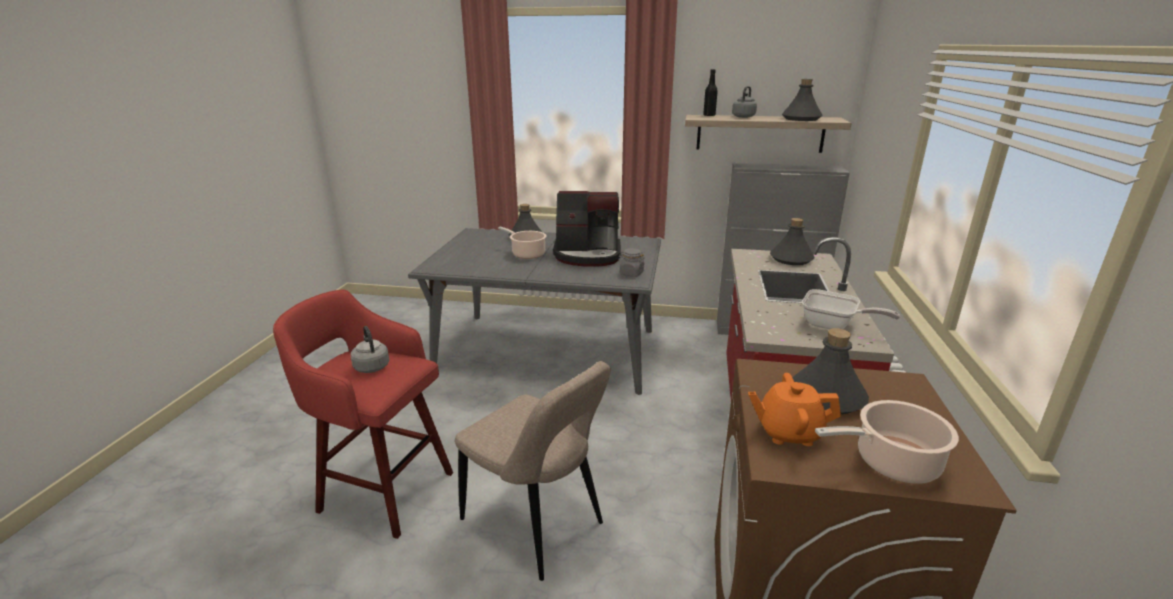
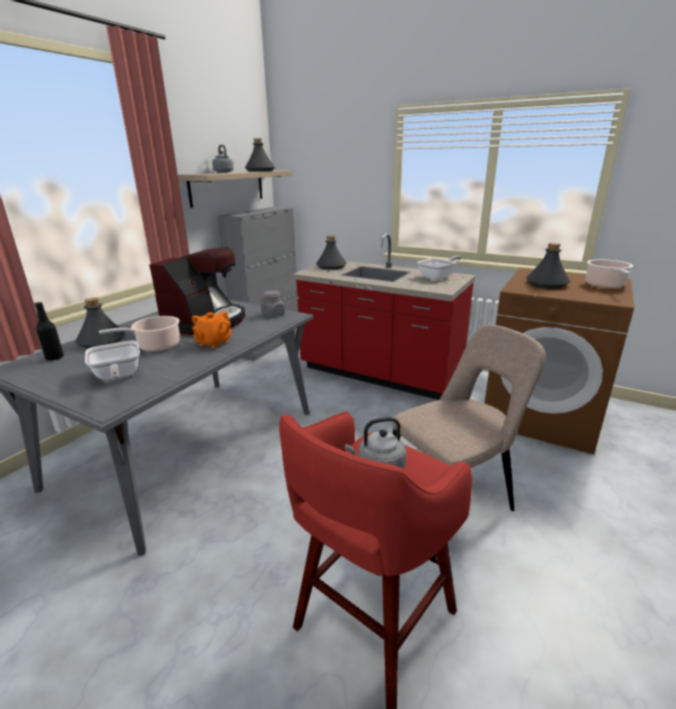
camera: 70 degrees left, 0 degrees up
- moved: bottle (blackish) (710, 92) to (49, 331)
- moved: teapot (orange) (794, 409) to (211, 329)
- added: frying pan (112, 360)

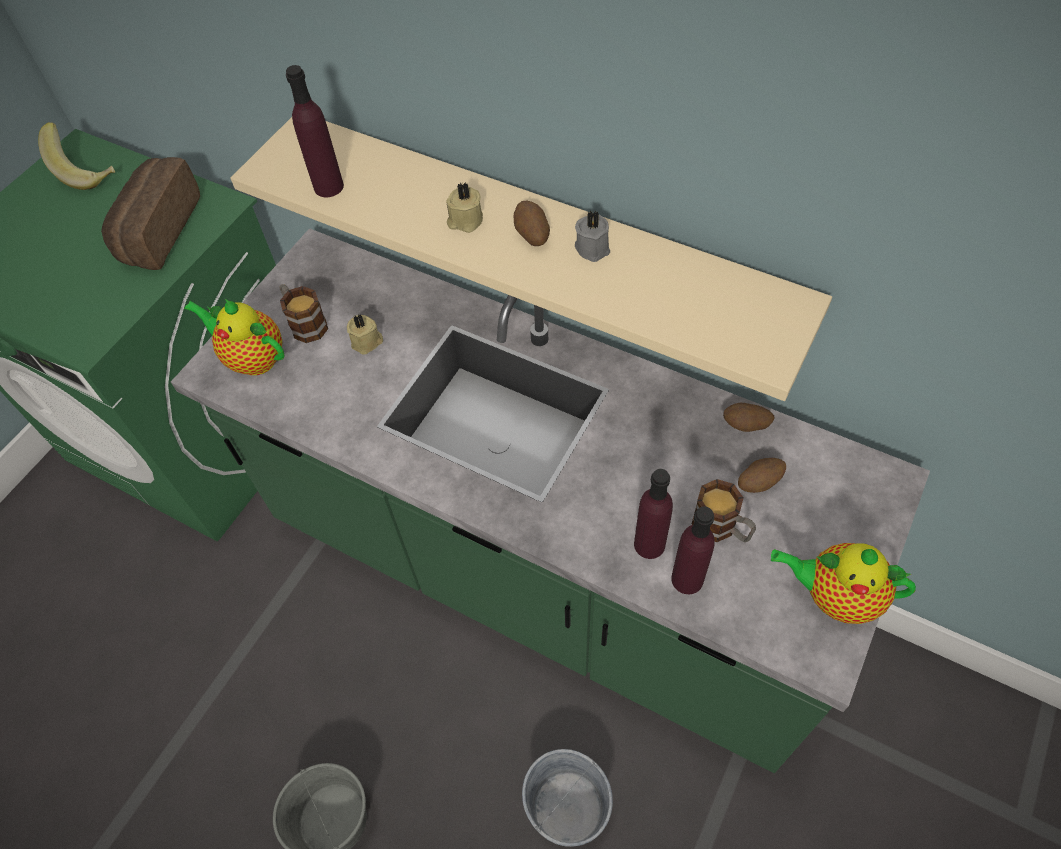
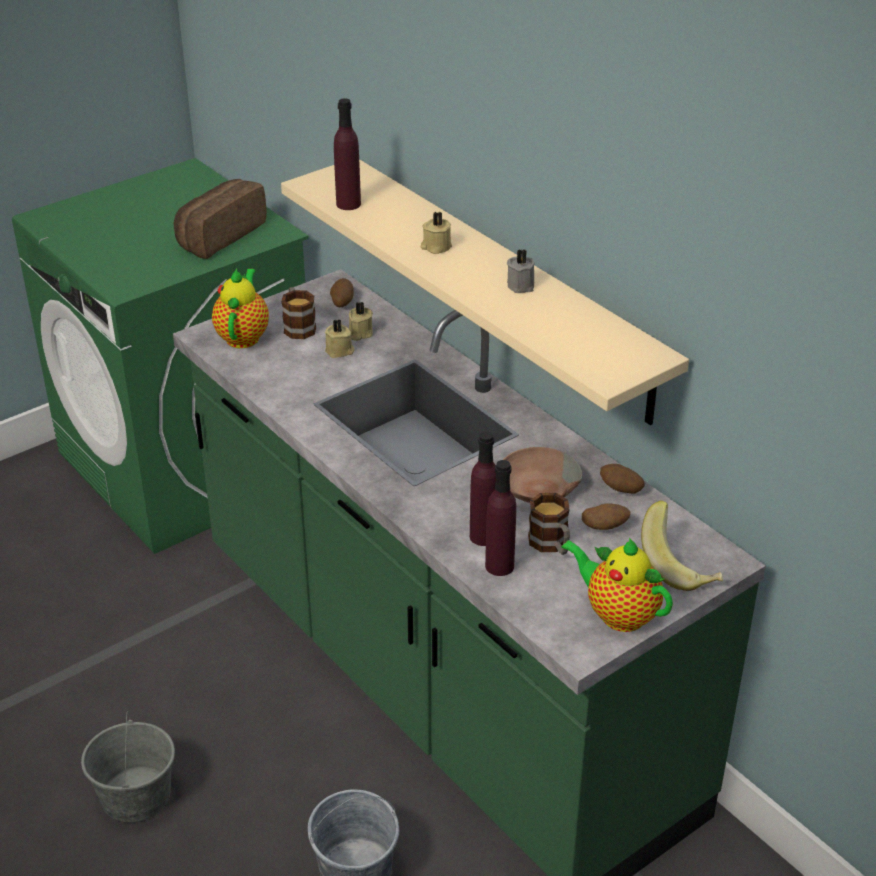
camera: 20 degrees right, 20 degrees down
- moved: banana (76, 156) to (682, 545)
- moved: spud (532, 223) to (342, 292)
- turned: teapot (234, 337) = (240, 308) 45 degrees clockwise
- added: wax candle (beige) (361, 321)
- added: bowl (brown-coloured) (543, 475)

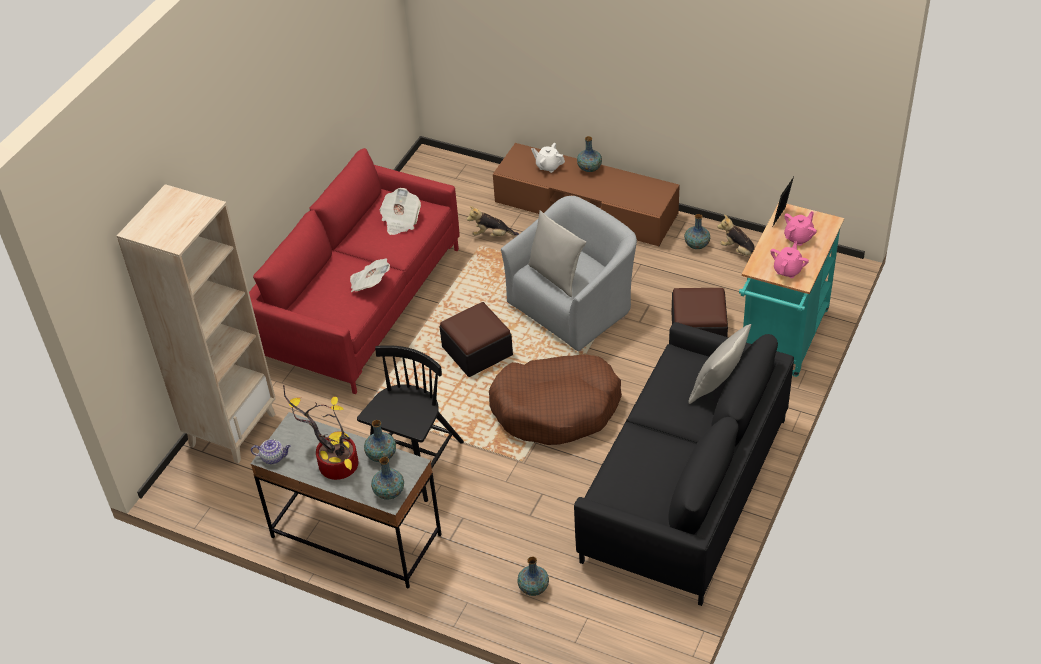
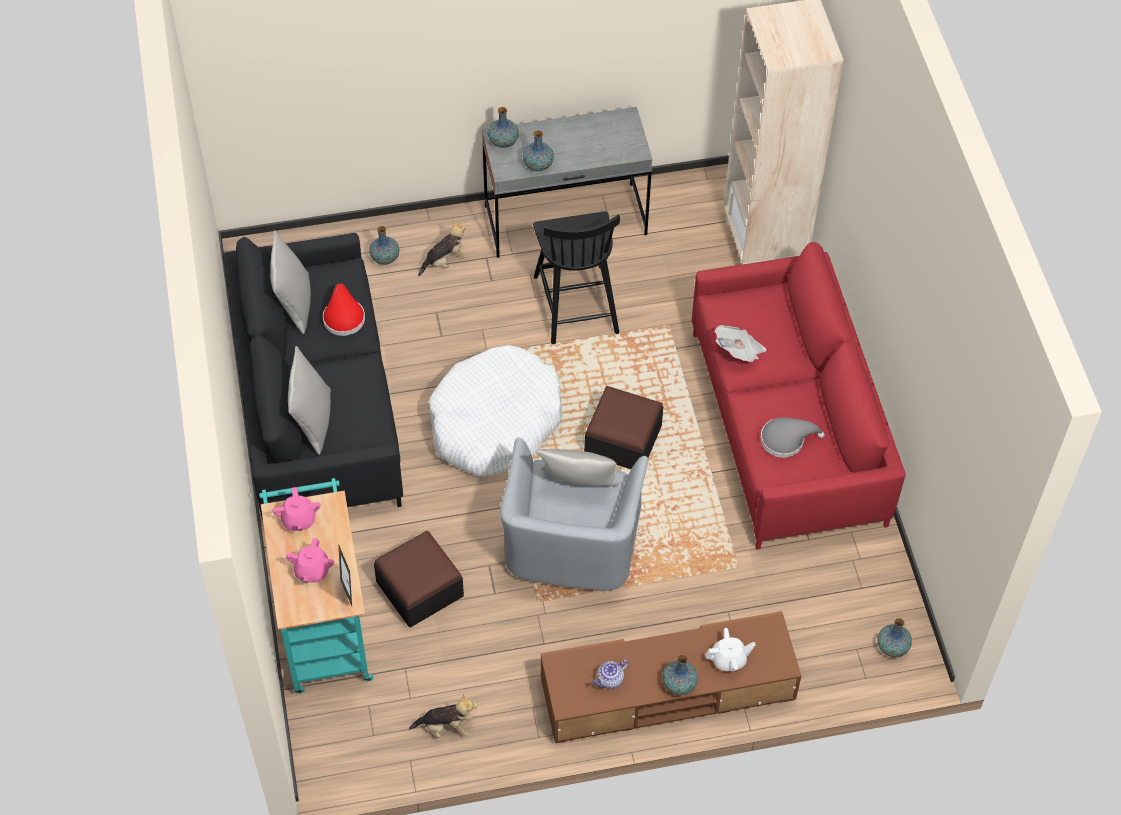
camera: 140 degrees right, 10 degrees up
- replaced: newspaper (400, 211) to clothing hat (grey) (792, 437)
- moved: soft toy (493, 221) to (442, 248)
- moved: decorative vase (697, 231) to (894, 637)
- recoloured: pet bed (brown-coloured) (555, 399) to pet bed (whitish) (495, 411)
- removed: plant in a pot (321, 432)
- moved: teapot (271, 451) to (610, 674)
- added: cushion (grey) (290, 282)
- added: clothing hat (red) (344, 309)

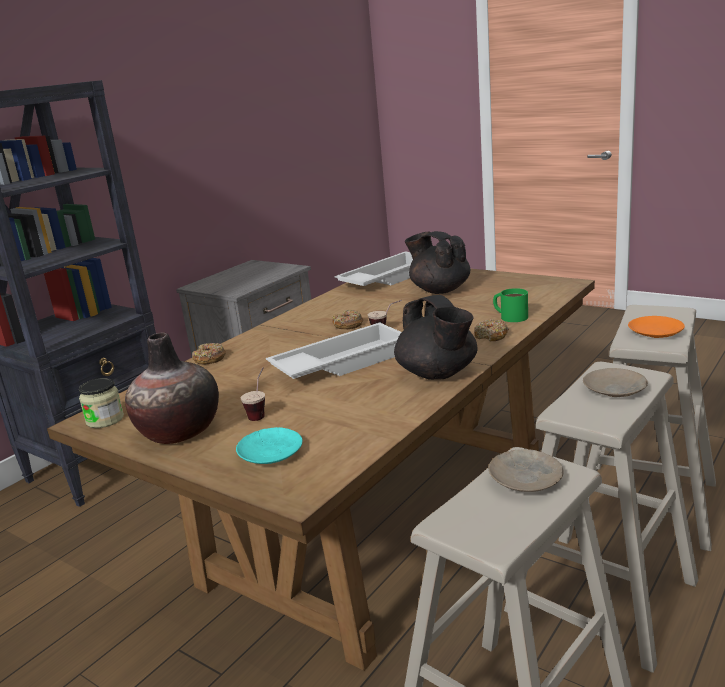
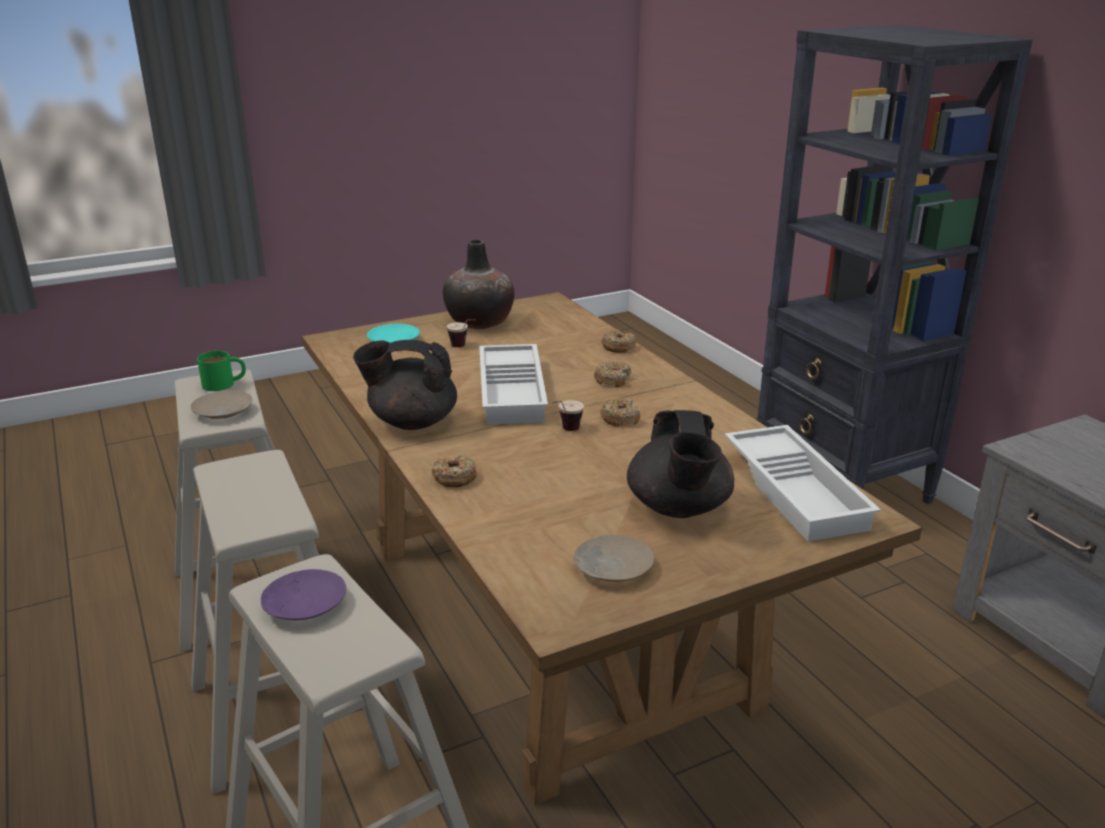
camera: 115 degrees right, 5 degrees up
- turned: teapot (blackish) (437, 262) = (680, 464) 105 degrees clockwise
- moved: tea mug (green-coloured) (510, 305) to (221, 371)
- recoloured: flat dish (orange) (656, 327) to flat dish (purple-coloured) (303, 594)
- moved: flat dish (beige) (615, 382) to (614, 558)
- removed: storage jar (101, 403)
- added: ring doughnut (612, 374)

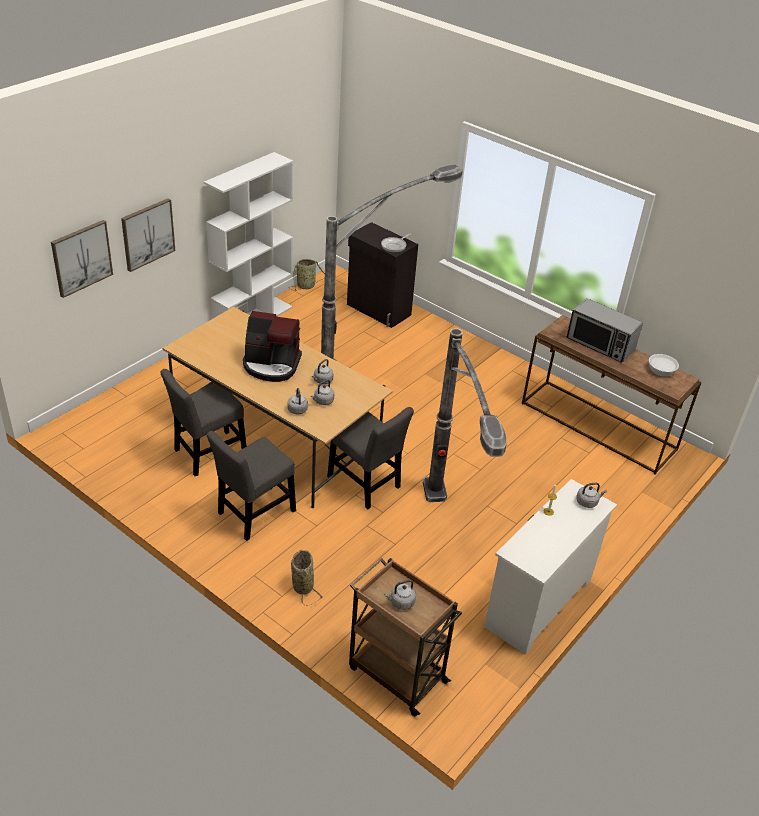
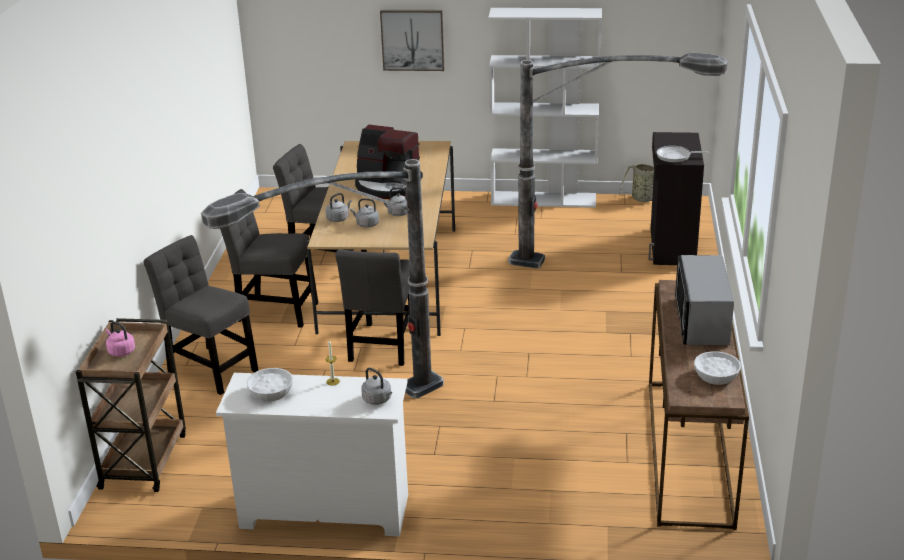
camera: 60 degrees right, 10 degrees down
- removed: wall art (82, 259)
- turned: coffee brewer (272, 346) = (389, 162) 45 degrees counterclockwise
- replaced: storage basket (307, 577) to chair (grey) (201, 315)
- recoloured: tea kettle (grey) (400, 595) to tea kettle (pink-coloured) (120, 339)
- added: bowl (whitish) (269, 385)

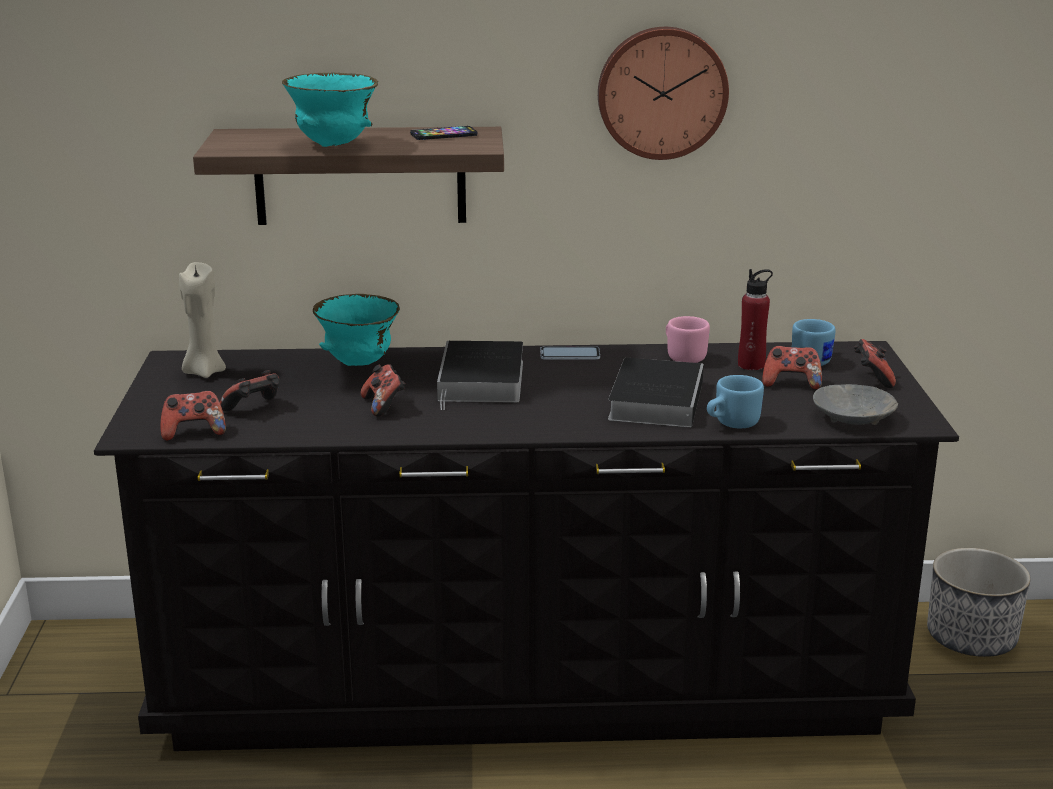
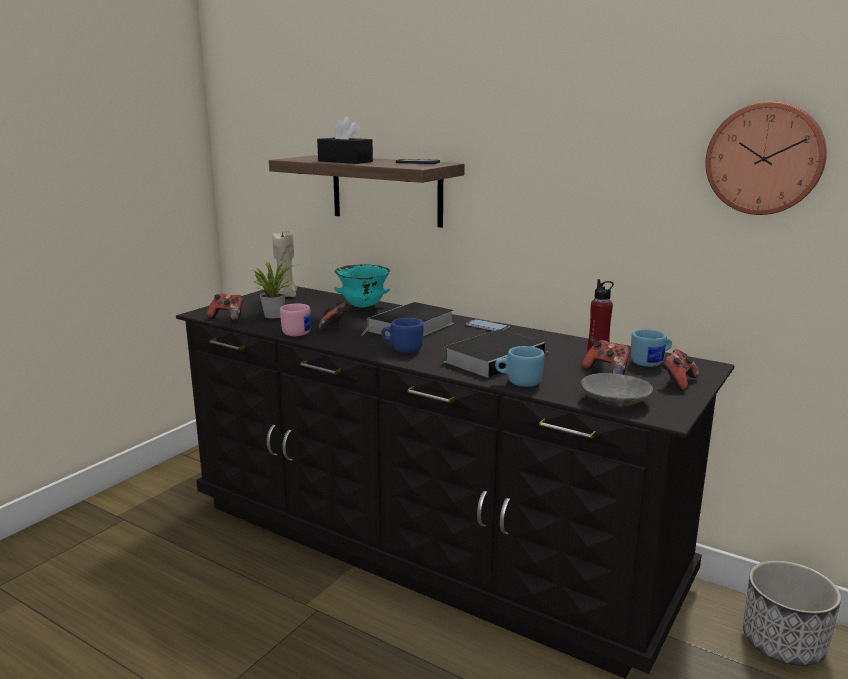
camera: 35 degrees right, 5 degrees down
- moved: wall clock (663, 93) to (766, 158)
- replaced: bowl (turquoise-coloured) (330, 110) to tissue box (blackish) (345, 140)
- moved: tea mug (pink-coloured) (688, 339) to (295, 319)
- replaced: joypad (250, 390) to plant in a pot (276, 288)
- added: tea mug (blue) (402, 335)

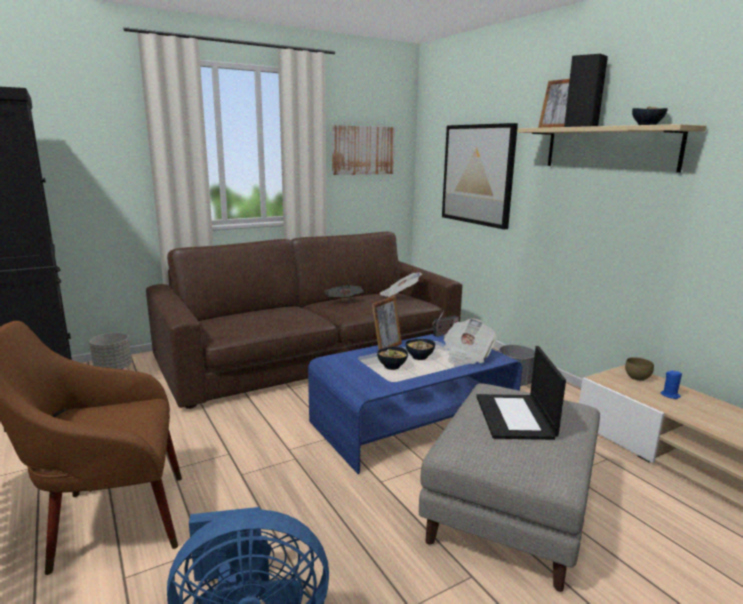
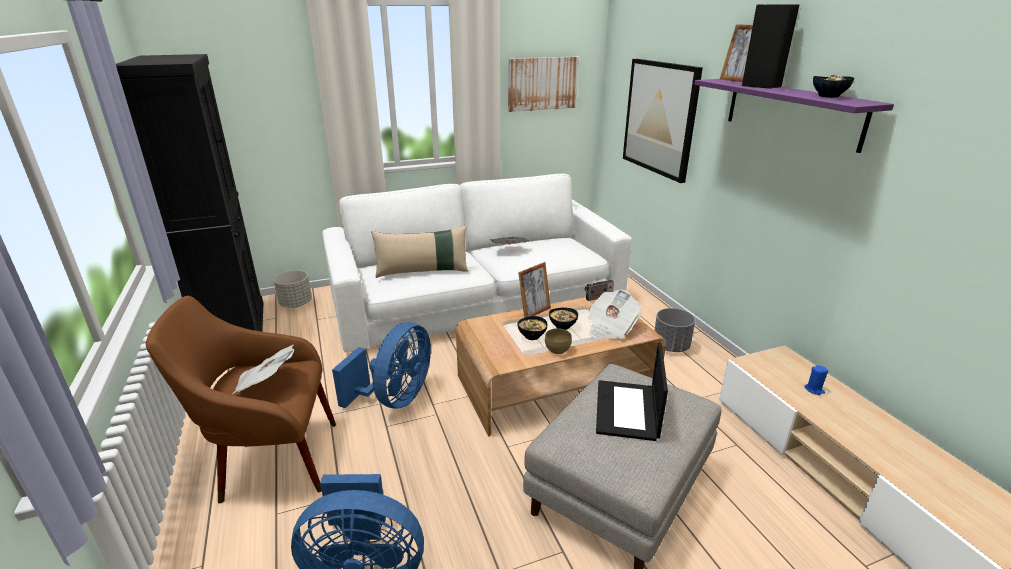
camera: 10 degrees right, 10 degrees up
- recoloured: shelf (beige) (611, 148) to shelf (purple-coloured) (794, 116)
- recoloured: settee (brown-coloured) (304, 320) to settee (whitish) (477, 263)
- moved: newspaper (401, 284) to (263, 369)
- recoloured: lounge table (blue) (415, 404) to lounge table (brown-coloured) (561, 367)
- moved: bowl (brown-coloured) (639, 369) to (558, 341)
- added: cushion (beige) (419, 252)
- added: electric fan (blue) (381, 365)

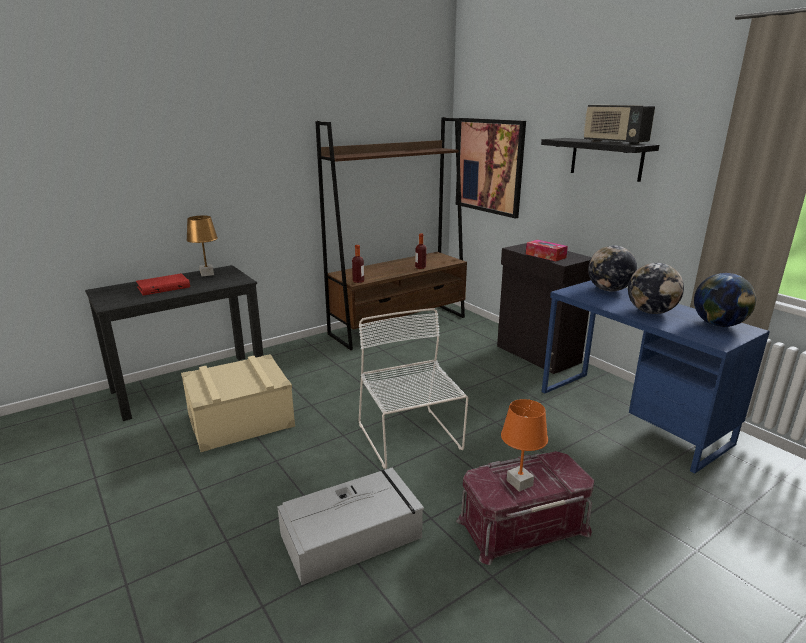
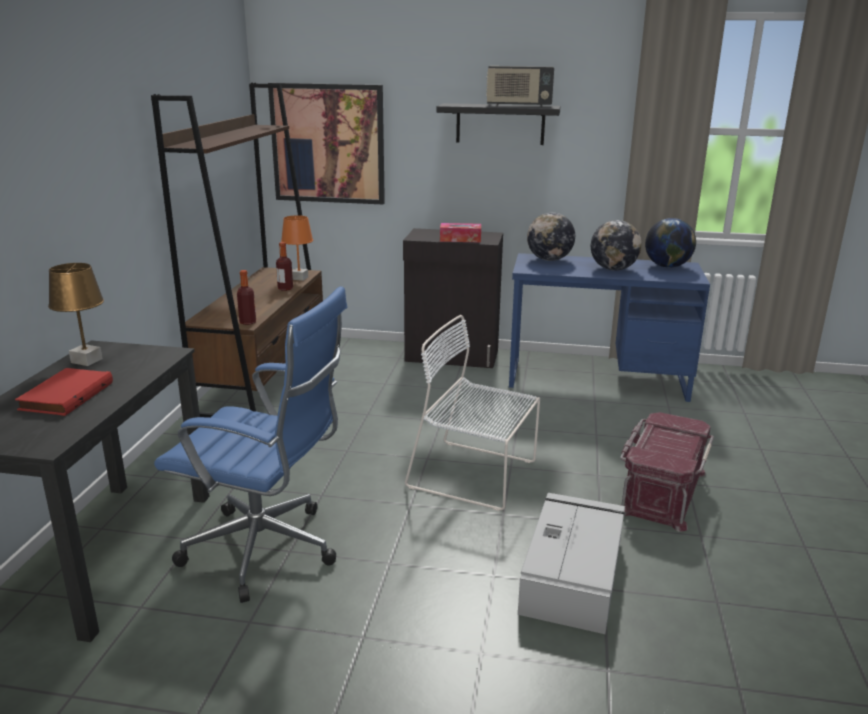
camera: 45 degrees left, 0 degrees up
- replaced: storage container (beige) (238, 403) to desk chair (blue) (250, 444)
- moved: table lamp (orange) (524, 445) to (297, 248)

